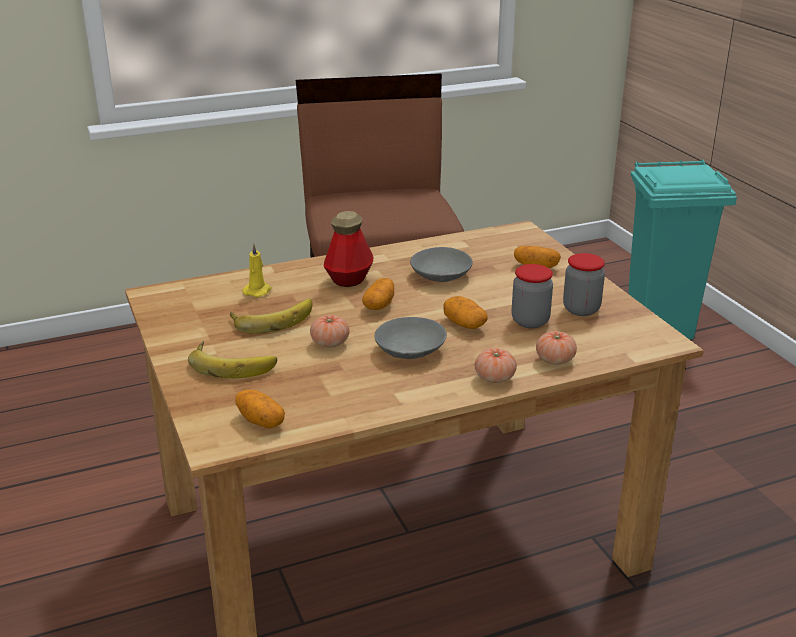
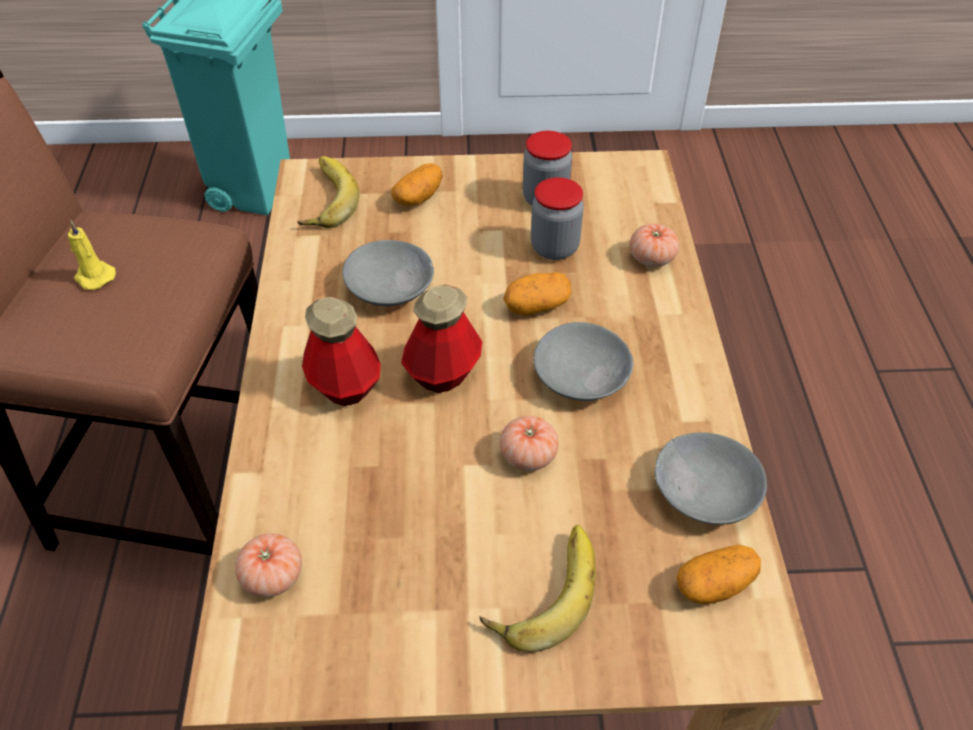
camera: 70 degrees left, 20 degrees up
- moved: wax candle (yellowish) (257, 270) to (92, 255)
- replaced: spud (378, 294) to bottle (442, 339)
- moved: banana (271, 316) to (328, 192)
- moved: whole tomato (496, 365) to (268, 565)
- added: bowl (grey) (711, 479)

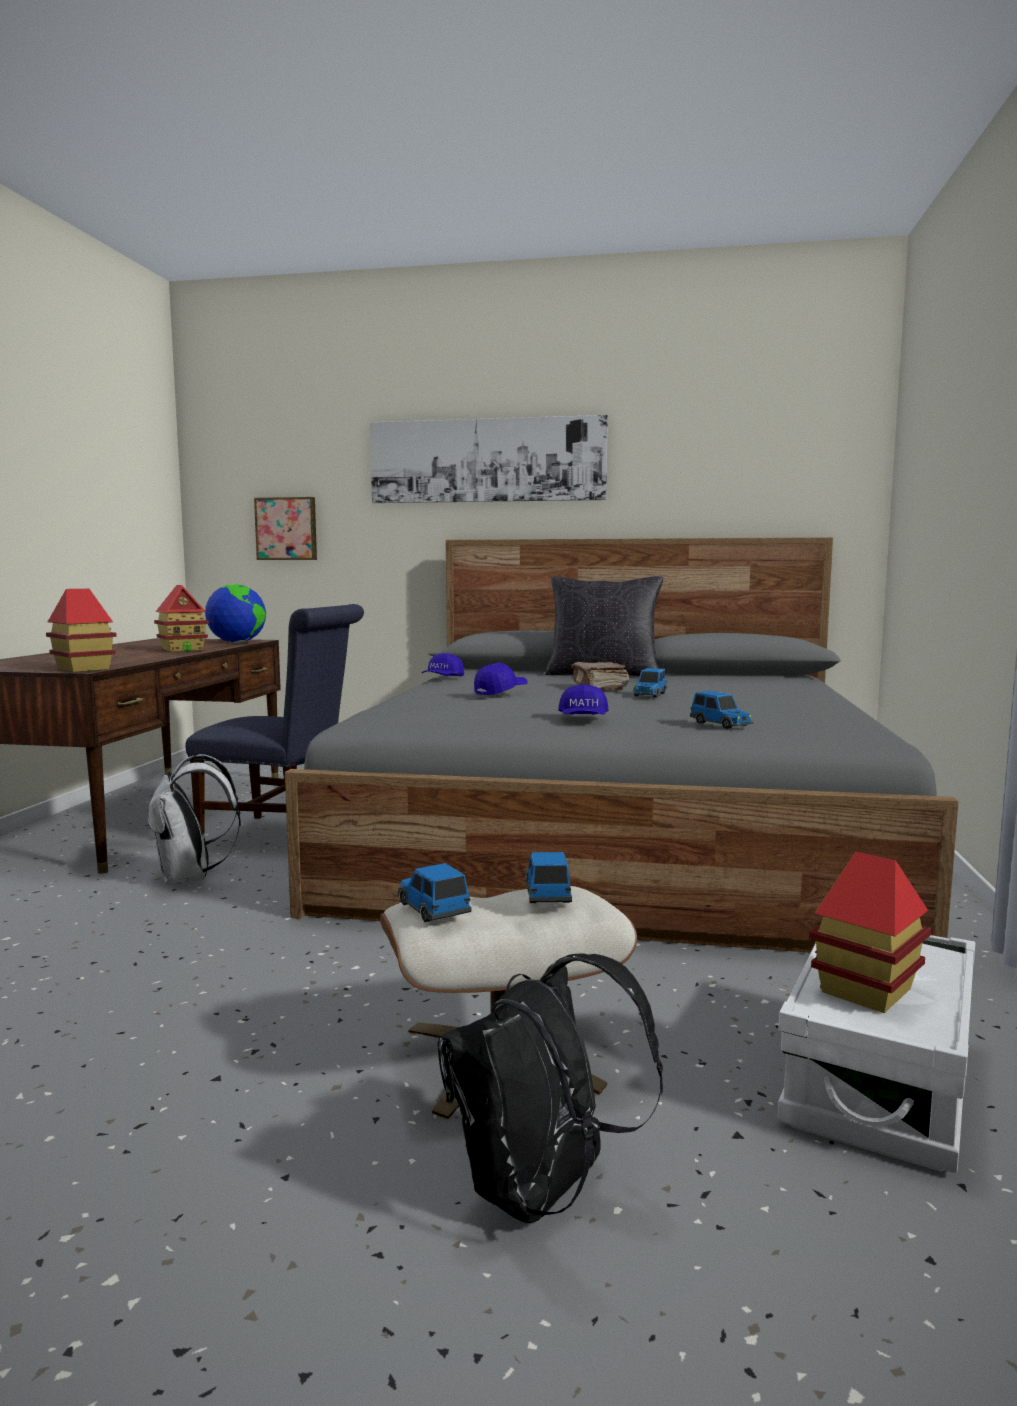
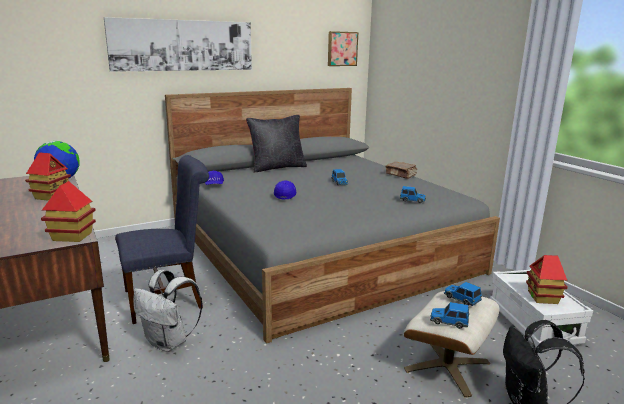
camera: 40 degrees left, 10 degrees up
- moved: wall art (285, 528) to (343, 48)
- moved: bound book (brown-coloured) (600, 676) to (401, 170)
- removed: baseball cap (blue) (583, 699)

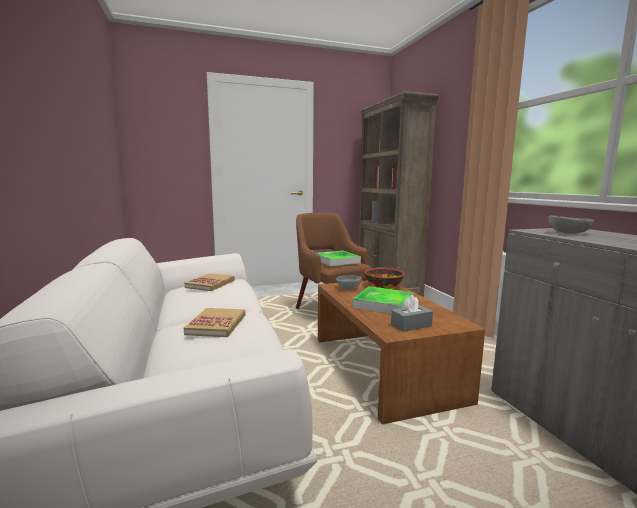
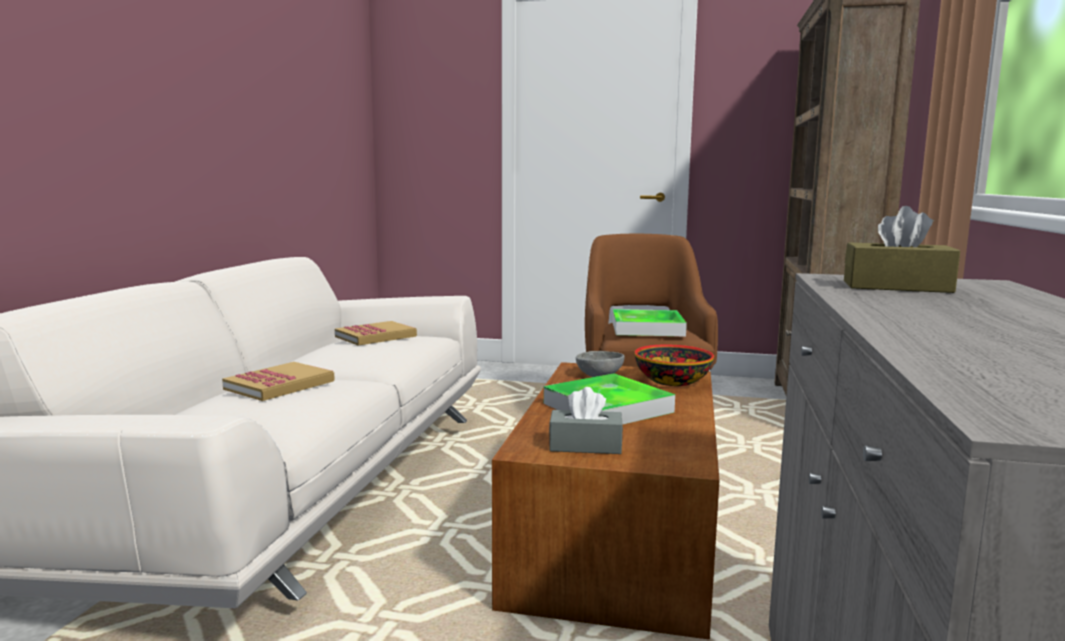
camera: 30 degrees right, 0 degrees up
- replaced: bowl (grey) (571, 224) to tissue box (brown-coloured) (902, 249)

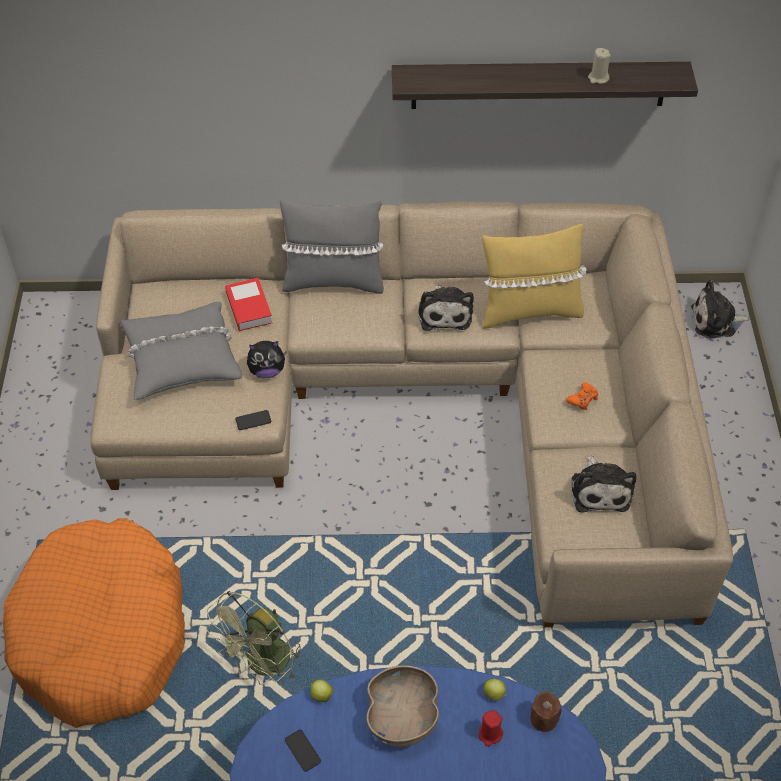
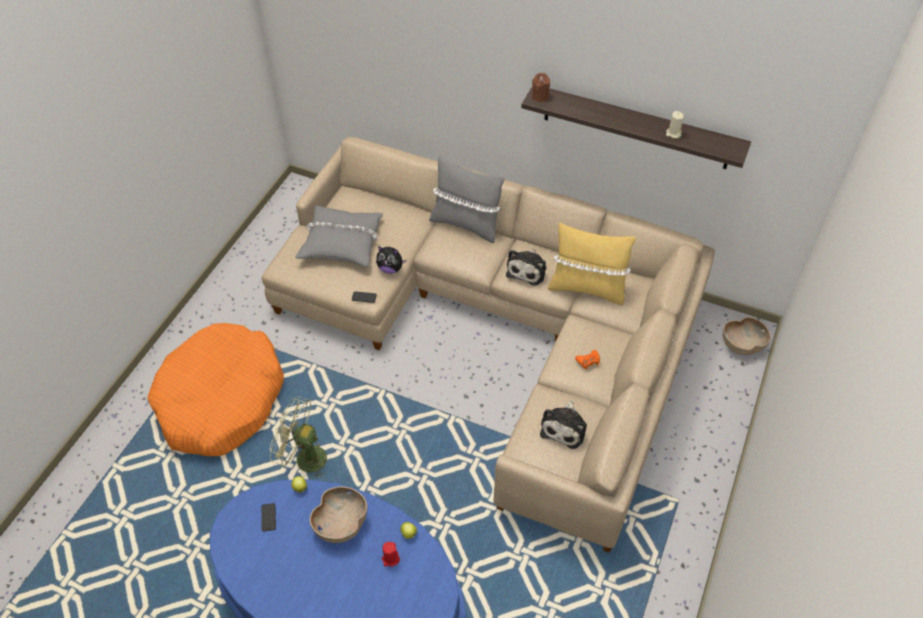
camera: 25 degrees right, 0 degrees up
- removed: bound book (248, 304)
- replaced: soft toy (720, 309) to bowl (brown-coloured) (747, 336)
- turned: electric fan (green-coloured) (254, 638) = (298, 438) 45 degrees clockwise
- moved: wax candle (brown-coloured) (545, 711) to (541, 87)

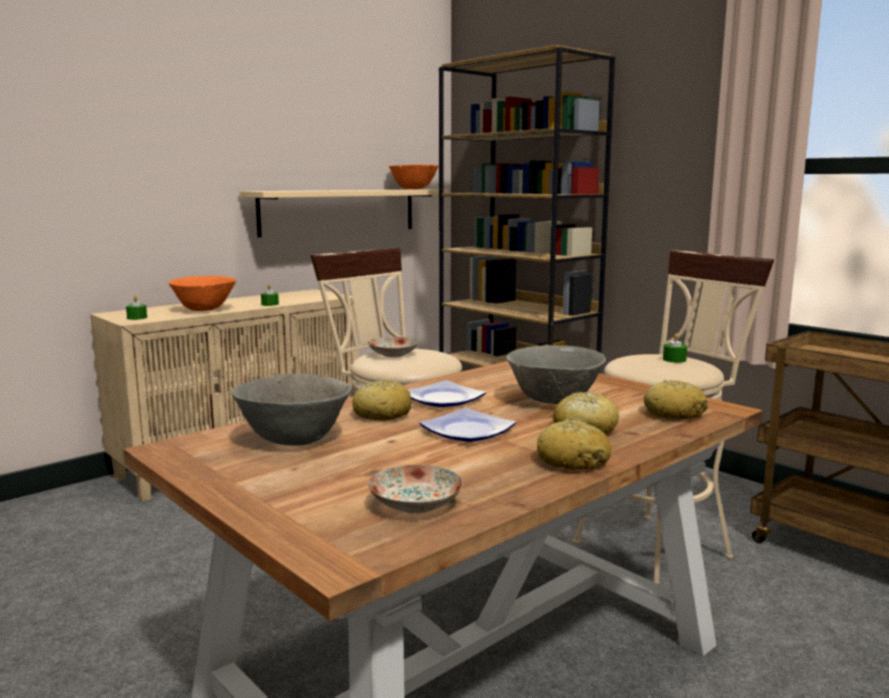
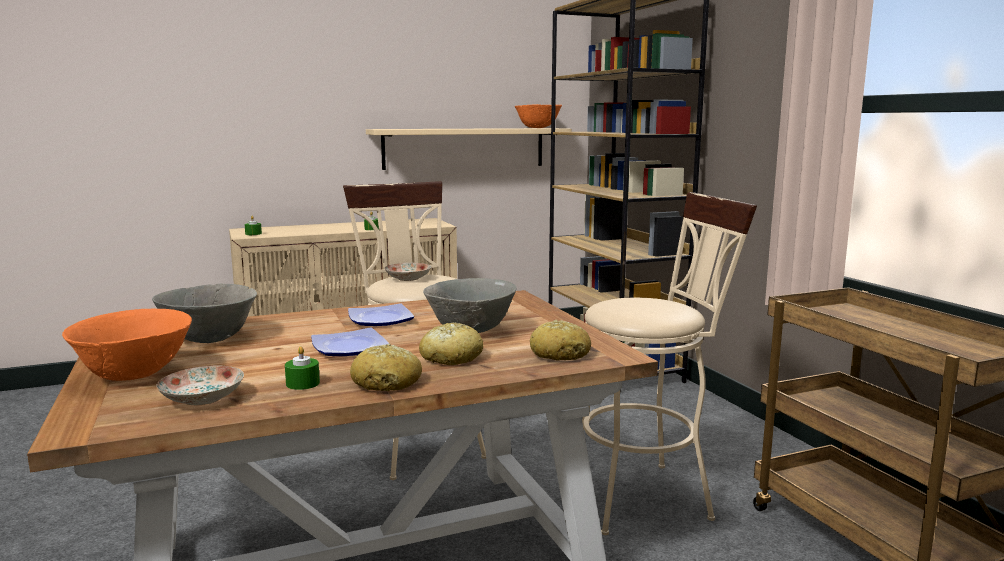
camera: 20 degrees right, 0 degrees up
- moved: bowl (orange) (202, 293) to (127, 344)
- moved: wax candle (green-coloured) (675, 348) to (302, 368)
- removed: bread (382, 400)

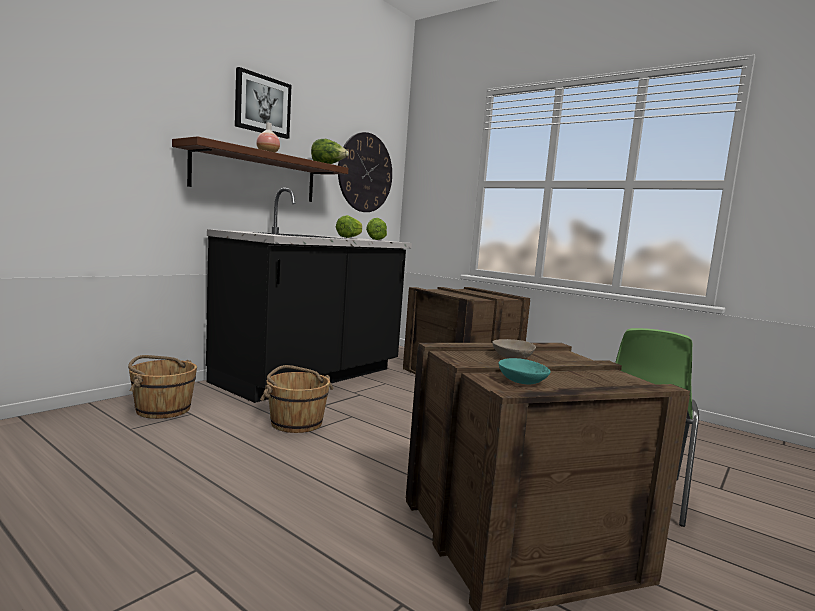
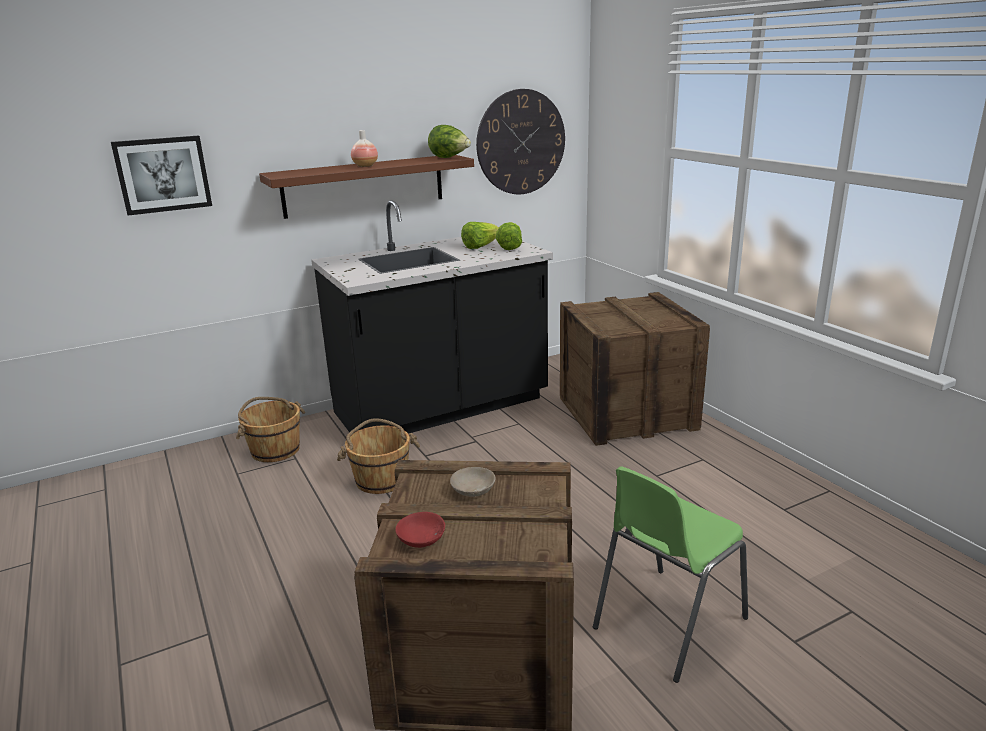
camera: 25 degrees right, 15 degrees up
- moved: wall art (263, 103) to (161, 175)
- recoloured: bowl (turquoise-coloured) (525, 371) to bowl (red) (420, 530)

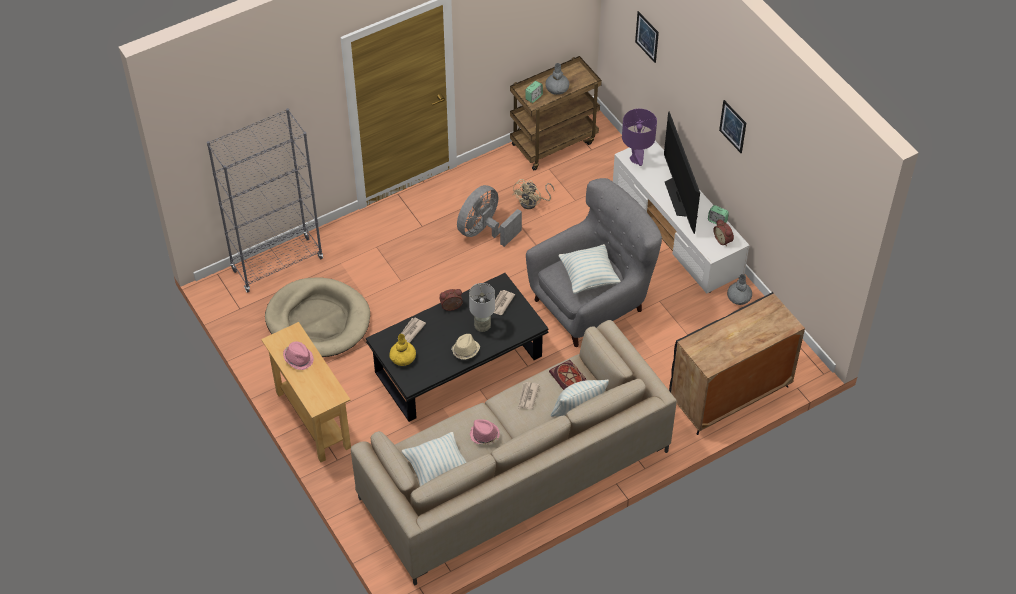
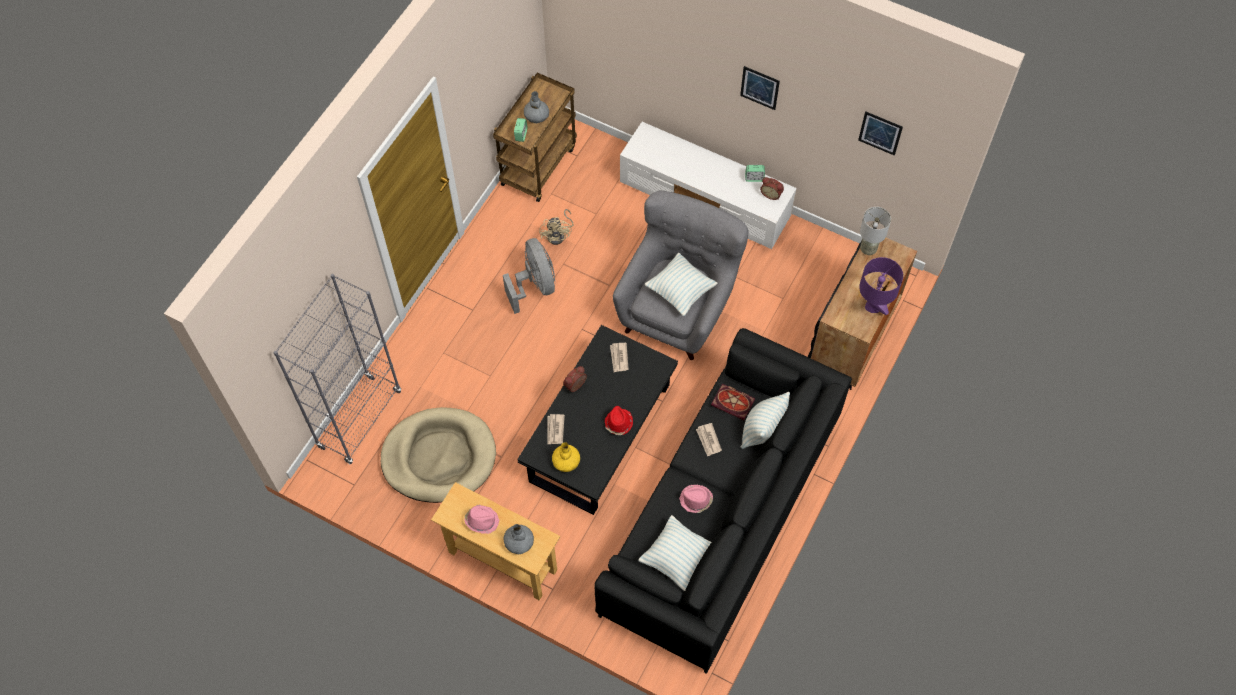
camera: 30 degrees left, 10 degrees up
- moved: wall art (647, 37) to (880, 133)
- moved: table lamp (purple-coloured) (639, 137) to (881, 286)
- removed: TV (682, 172)
- turned: electric fan (grey) (489, 216) = (529, 276) 150 degrees clockwise
- moved: decorative vase (grey) (739, 289) to (519, 539)
- moved: table lamp (grey) (482, 307) to (875, 231)
- recoloured: settee (beige) (514, 453) to settee (blackish) (723, 501)
- recoloured: clothing hat (beige) (465, 347) to clothing hat (red) (619, 420)

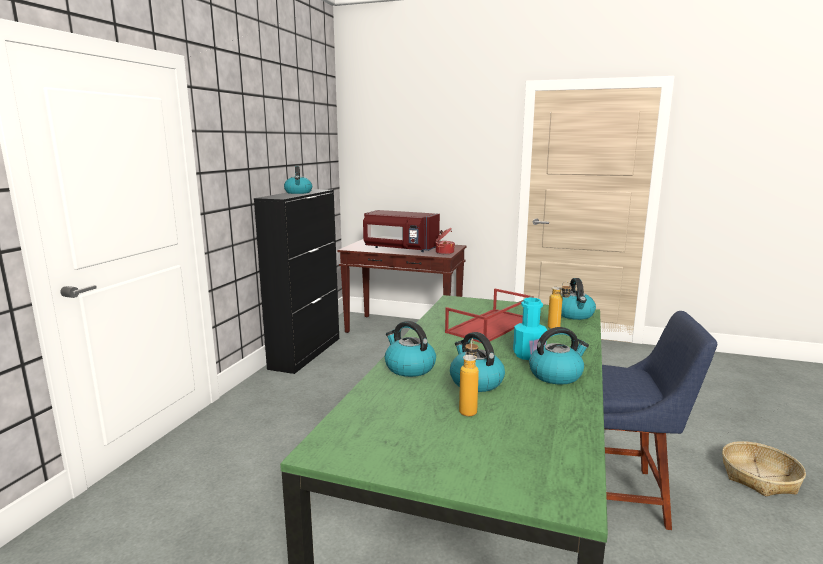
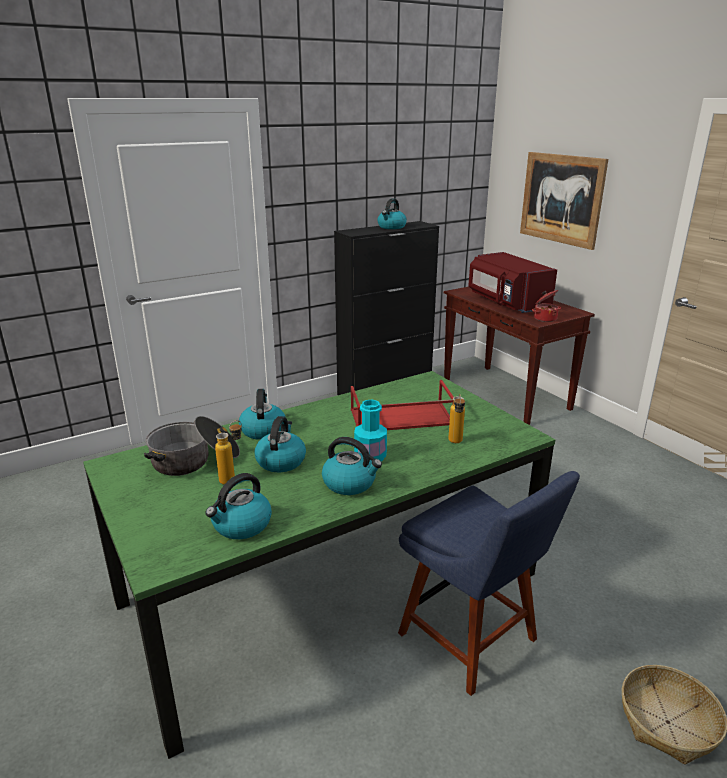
camera: 40 degrees right, 10 degrees up
- moved: tea kettle (578, 299) to (238, 506)
- added: wall art (564, 201)
- added: cooking pot (192, 446)

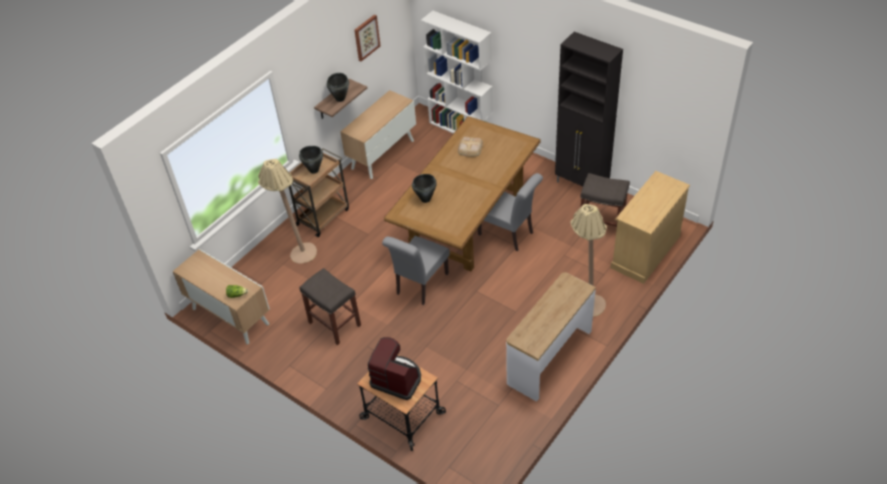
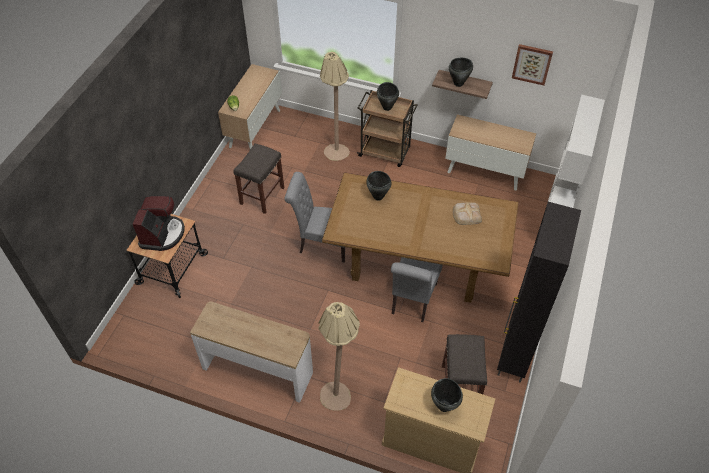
camera: 70 degrees right, 5 degrees up
- added: cooking pot (blackish) (447, 395)

